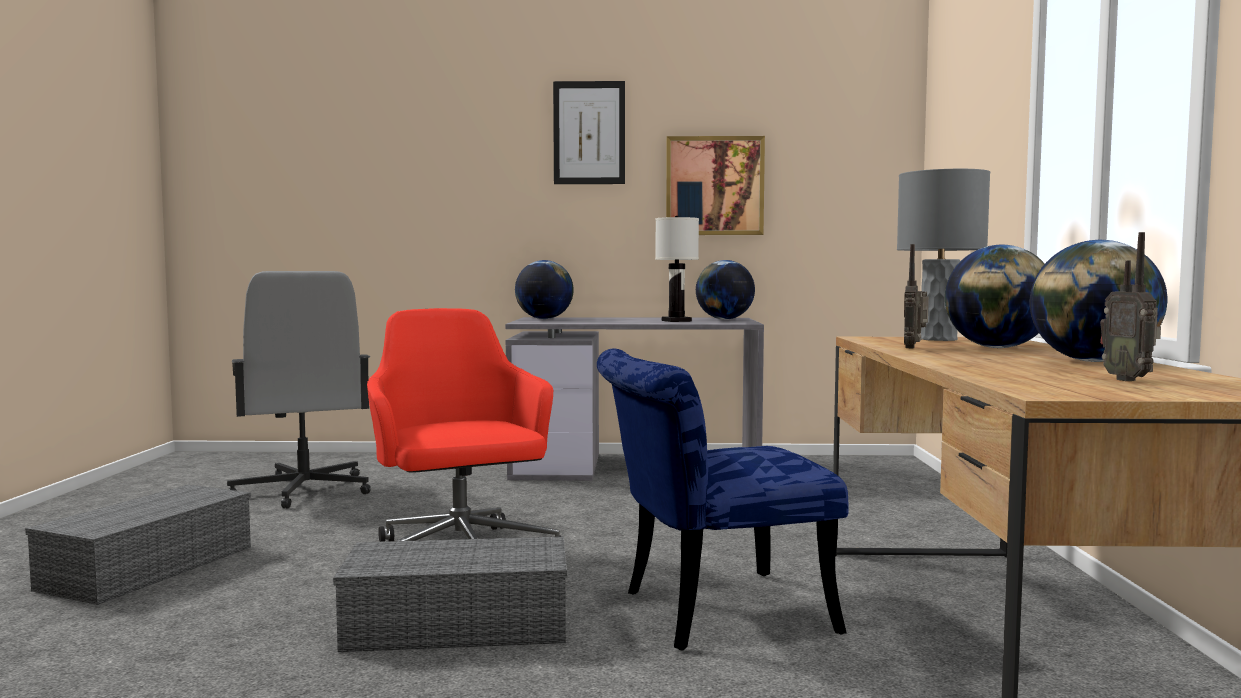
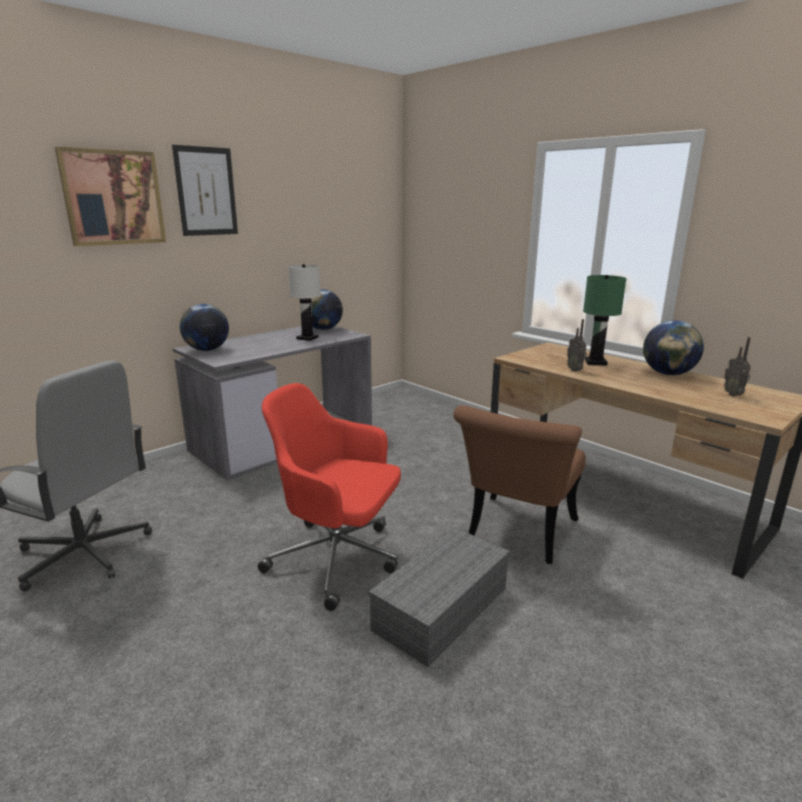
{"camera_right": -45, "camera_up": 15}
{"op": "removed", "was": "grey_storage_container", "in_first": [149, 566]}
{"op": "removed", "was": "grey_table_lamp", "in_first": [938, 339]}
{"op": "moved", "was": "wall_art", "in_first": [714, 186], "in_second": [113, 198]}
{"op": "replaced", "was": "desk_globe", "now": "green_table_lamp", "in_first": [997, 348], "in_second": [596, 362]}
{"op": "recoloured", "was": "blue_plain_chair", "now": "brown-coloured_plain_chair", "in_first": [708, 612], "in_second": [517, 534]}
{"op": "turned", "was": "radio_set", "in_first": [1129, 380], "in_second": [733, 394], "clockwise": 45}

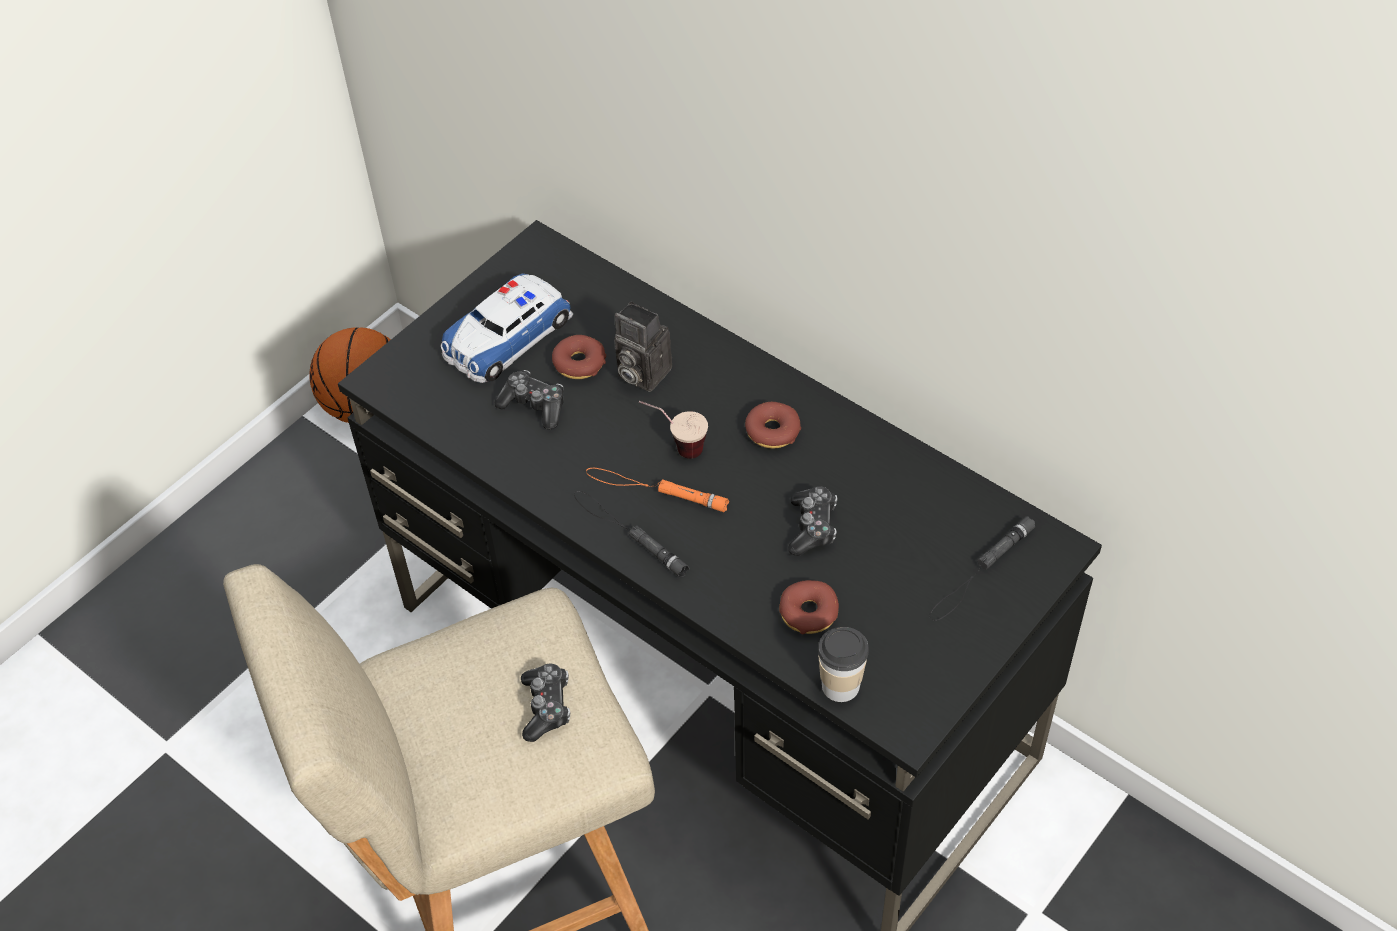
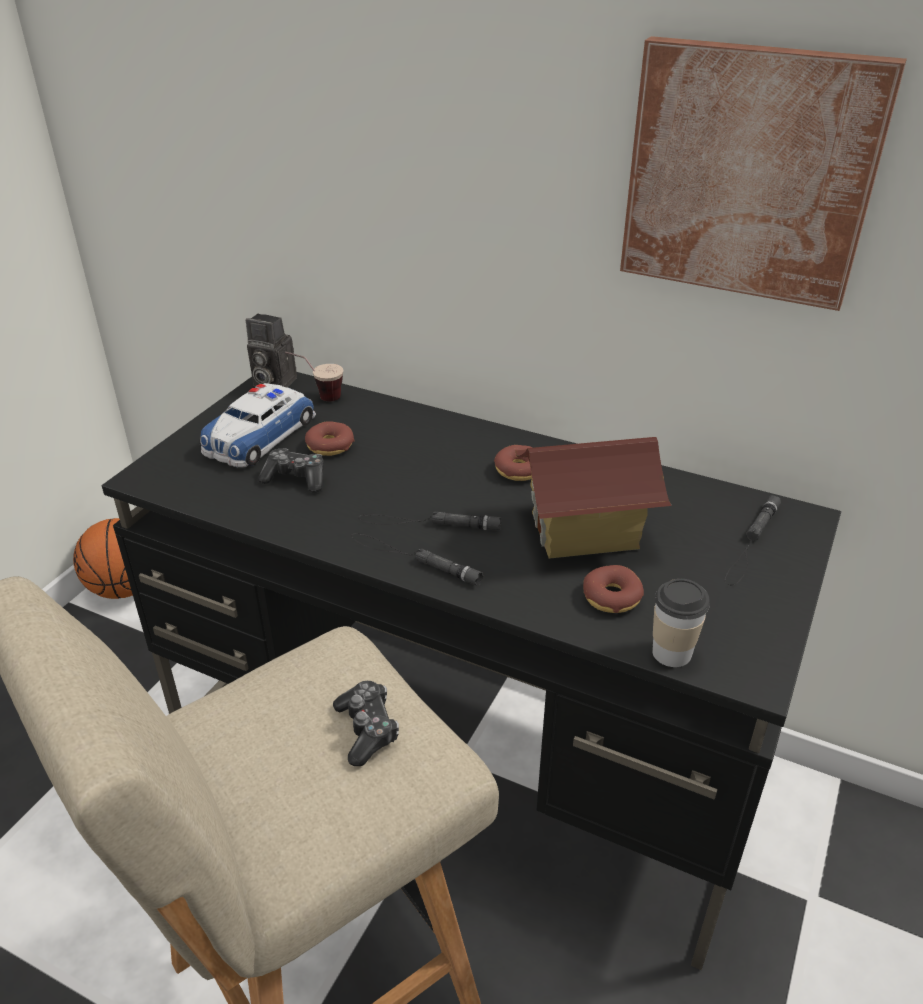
{"camera_right": -15, "camera_up": -15}
{"op": "added", "now": "wall_art", "in_second": [749, 174]}
{"op": "moved", "was": "still_camera", "in_first": [640, 373], "in_second": [271, 383]}
{"op": "moved", "was": "drinking_cup", "in_first": [675, 447], "in_second": [318, 397]}
{"op": "replaced", "was": "joypad", "now": "miniature_house", "in_first": [812, 527], "in_second": [584, 531]}
{"op": "recoloured", "was": "orange_hand_torch", "now": "blackish_hand_torch", "in_first": [656, 490], "in_second": [428, 523]}

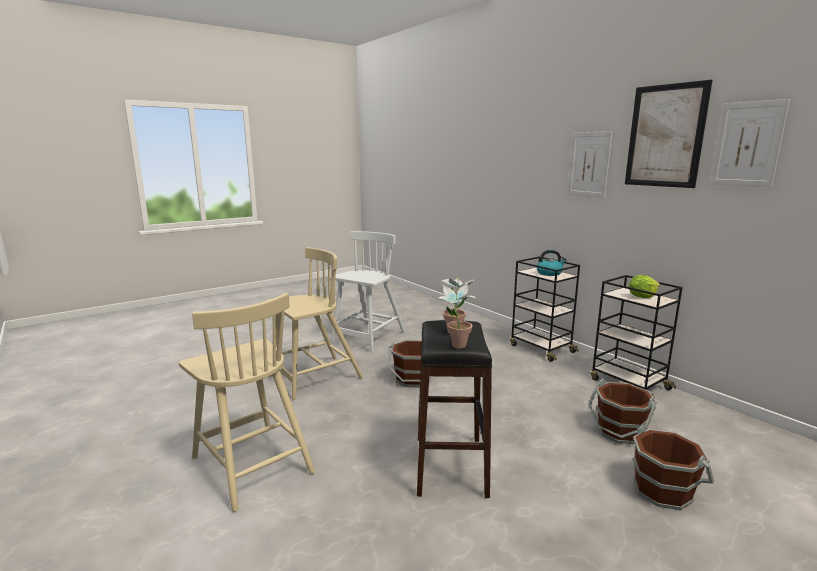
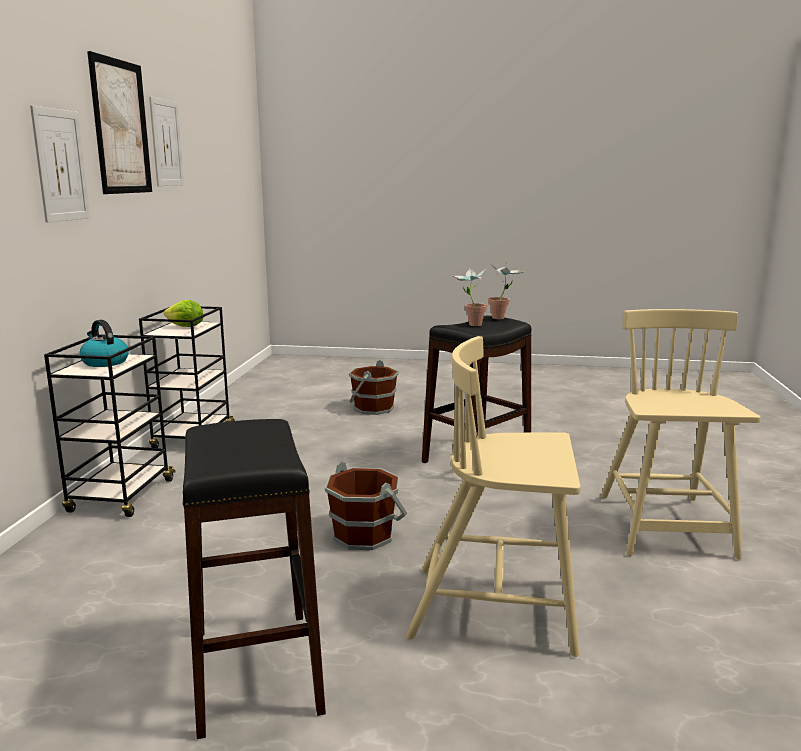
{"camera_right": -135, "camera_up": 0}
{"op": "removed", "was": "brown-coloured_water_bucket", "in_first": [620, 432]}
{"op": "replaced", "was": "whitish_plain_chair", "now": "blackish_stool", "in_first": [368, 337], "in_second": [255, 669]}

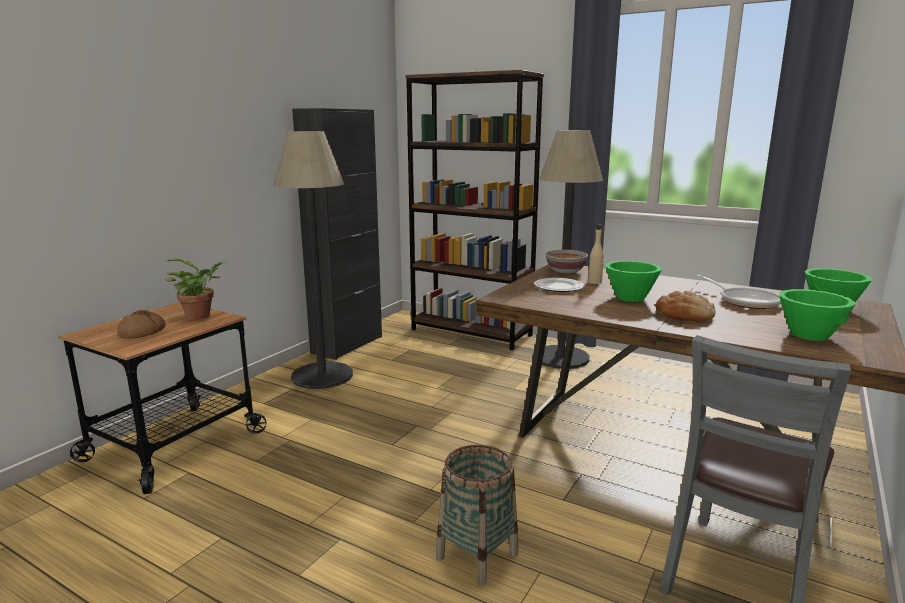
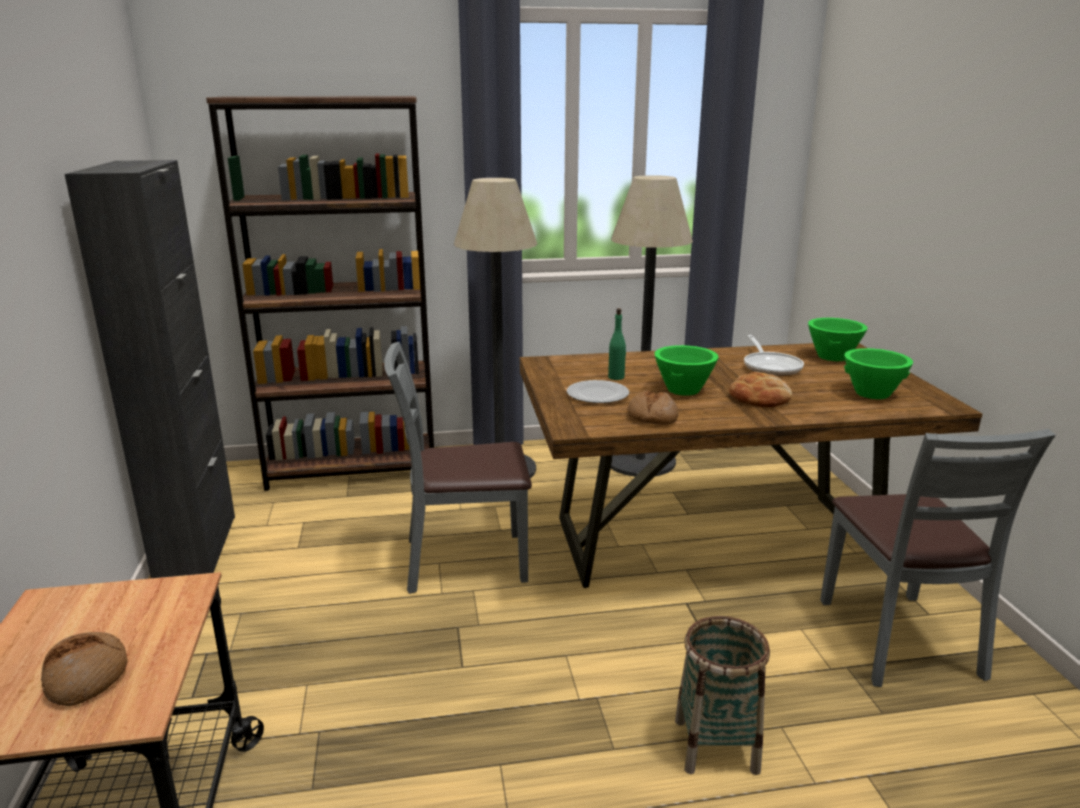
{"camera_right": -40, "camera_up": 5}
{"op": "removed", "was": "potted_plant", "in_first": [201, 316]}
{"op": "removed", "was": "bowl", "in_first": [565, 271]}
{"op": "added", "now": "grey_plain_chair", "in_second": [464, 561]}
{"op": "added", "now": "baked_bread", "in_second": [652, 417]}
{"op": "moved", "was": "floor_lamp", "in_first": [322, 376], "in_second": [640, 461]}
{"op": "recoloured", "was": "beige_bottle", "now": "green_bottle", "in_first": [595, 282], "in_second": [616, 377]}
{"op": "turned", "was": "skillet", "in_first": [745, 301], "in_second": [771, 367], "clockwise": 60}

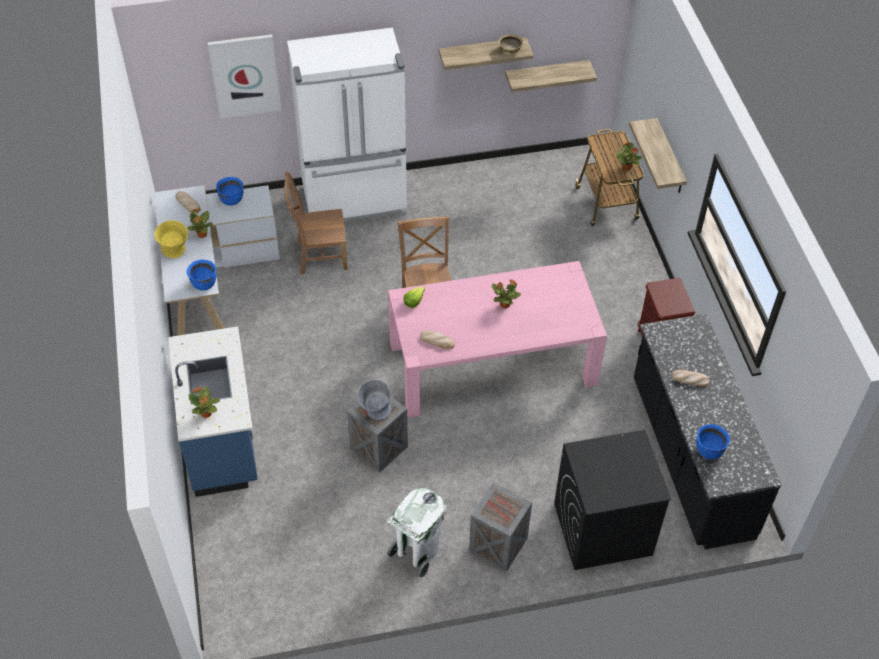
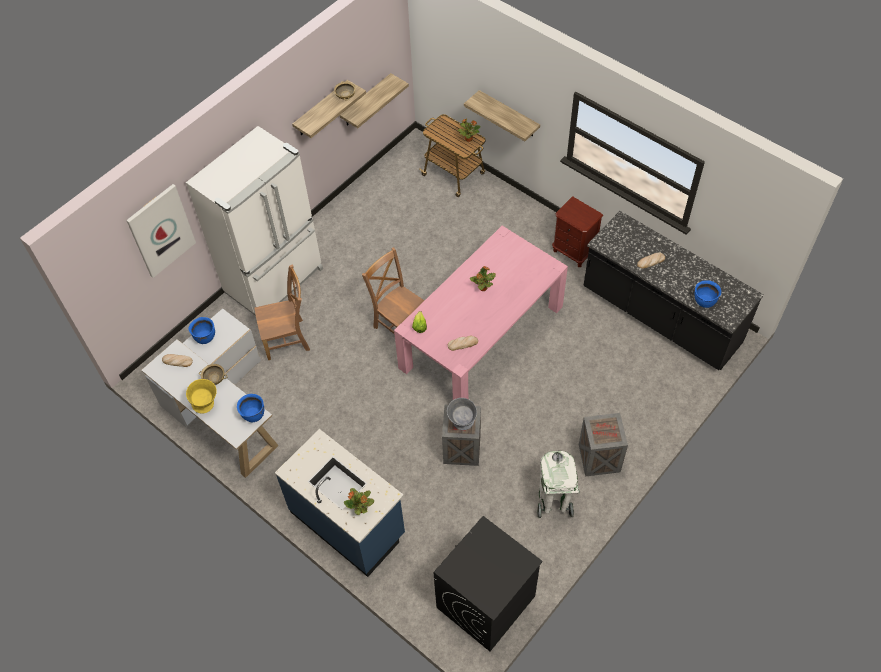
{"camera_right": -35, "camera_up": 5}
{"op": "moved", "was": "blackish_laundry_machine", "in_first": [602, 529], "in_second": [485, 602]}
{"op": "replaced", "was": "potted_plant", "now": "beige_bowl", "in_first": [202, 235], "in_second": [214, 378]}
{"op": "turned", "was": "brown-coloured_plain_chair", "in_first": [319, 256], "in_second": [288, 339], "clockwise": -150}

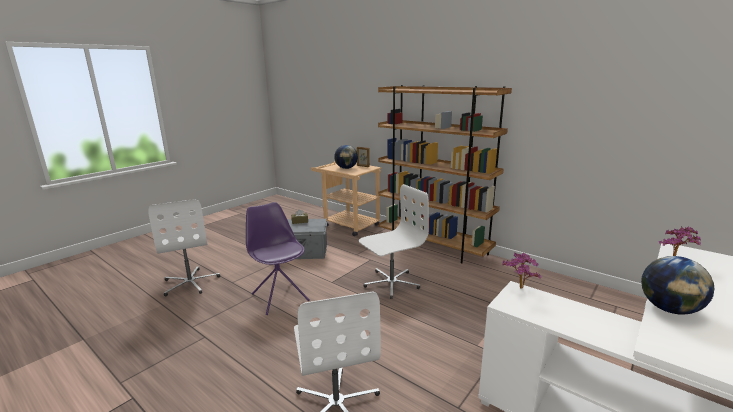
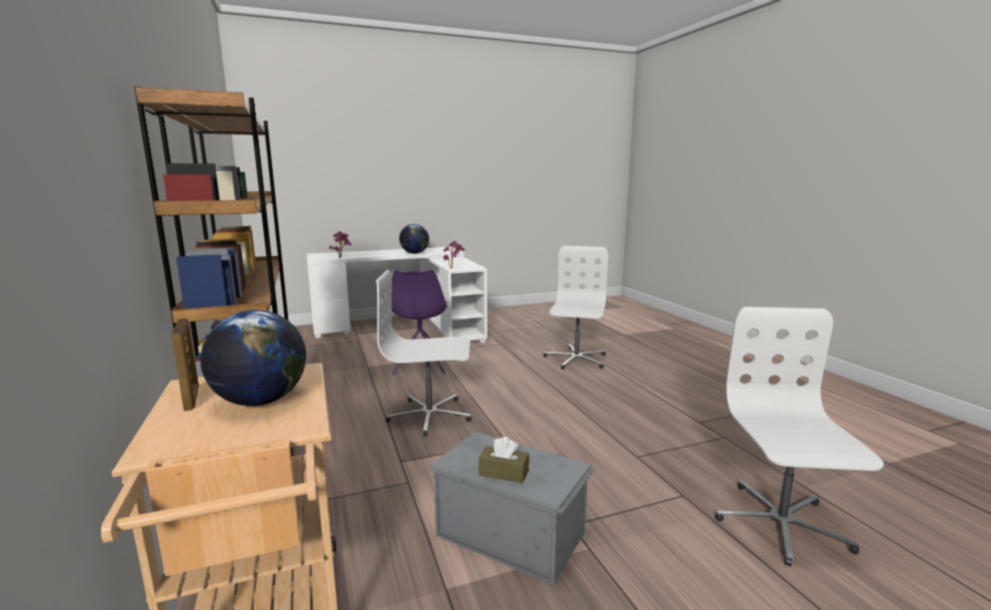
{"camera_right": -150, "camera_up": -5}
{"op": "moved", "was": "purplish_plain_chair", "in_first": [280, 297], "in_second": [420, 365]}

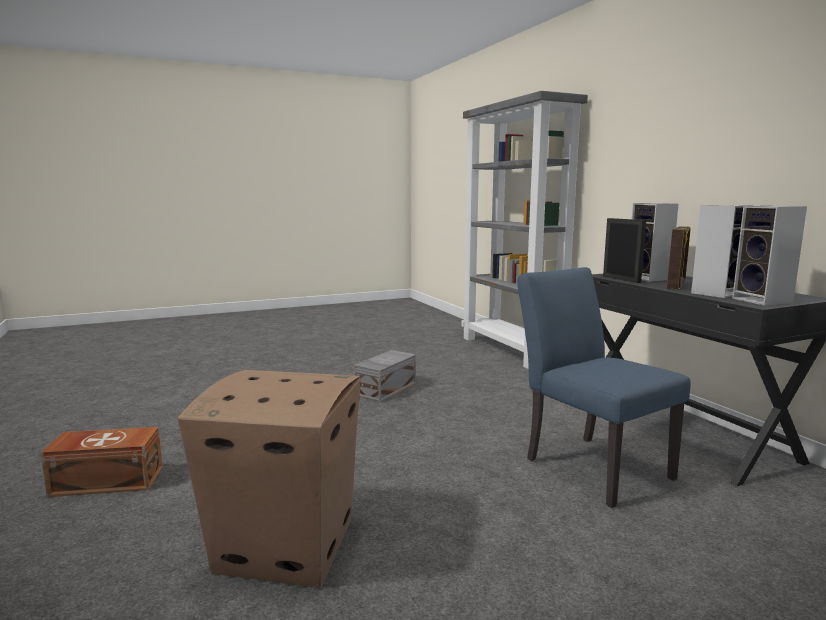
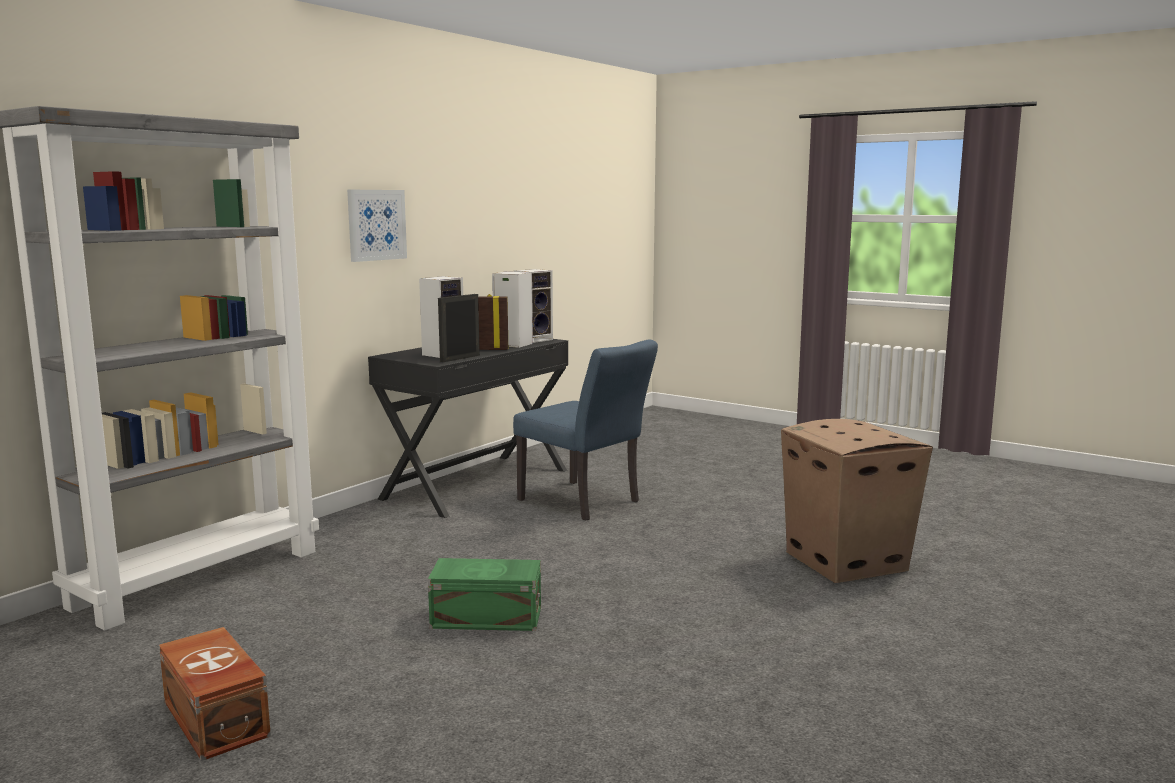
{"camera_right": -120, "camera_up": 0}
{"op": "added", "now": "wall_art", "in_second": [376, 225]}
{"op": "moved", "was": "brown-coloured_storage_container", "in_first": [106, 480], "in_second": [214, 720]}
{"op": "recoloured", "was": "grey_storage_container", "now": "green_storage_container", "in_first": [384, 389], "in_second": [488, 618]}
{"op": "turned", "was": "blue_plain_chair", "in_first": [589, 464], "in_second": [585, 502], "clockwise": -75}

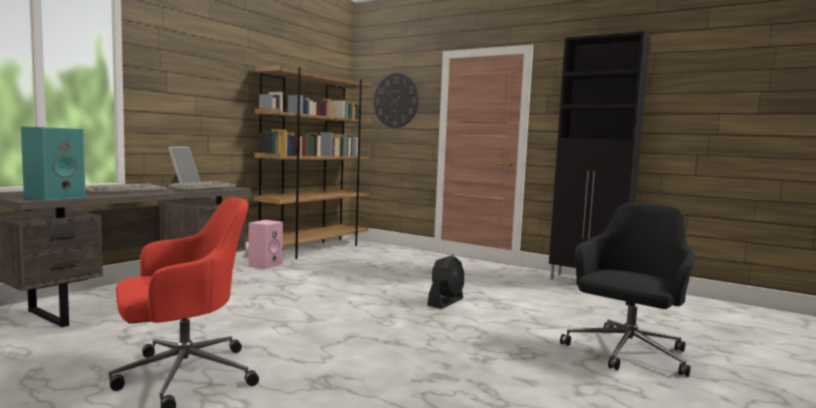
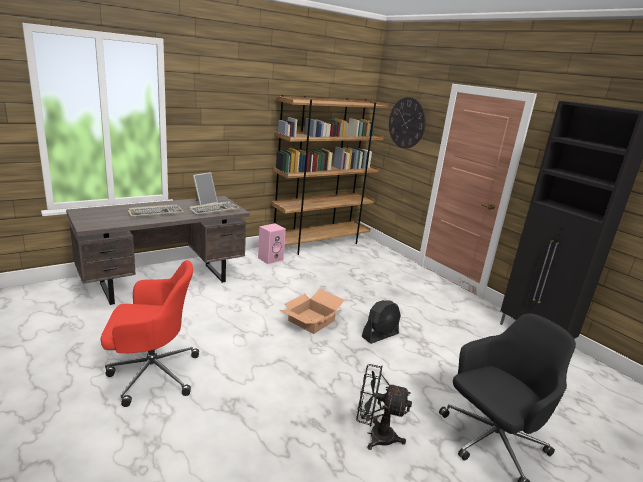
{"camera_right": 20, "camera_up": 15}
{"op": "removed", "was": "blue-green_loudspeaker", "in_first": [55, 197]}
{"op": "added", "now": "packing_box", "in_second": [311, 321]}
{"op": "added", "now": "blackish_cooling_fan", "in_second": [375, 435]}

